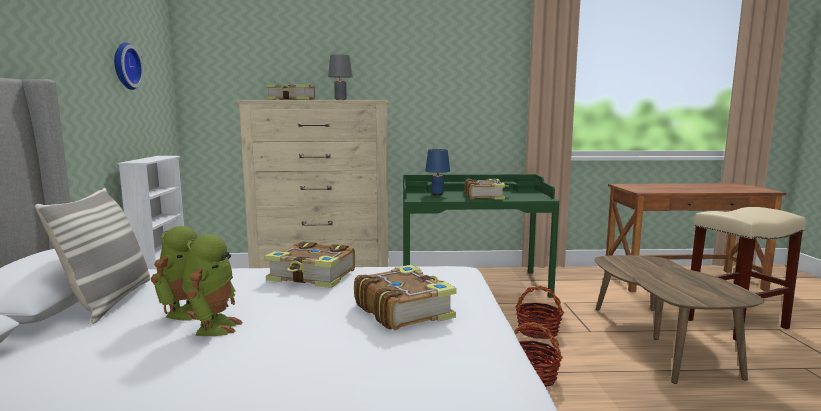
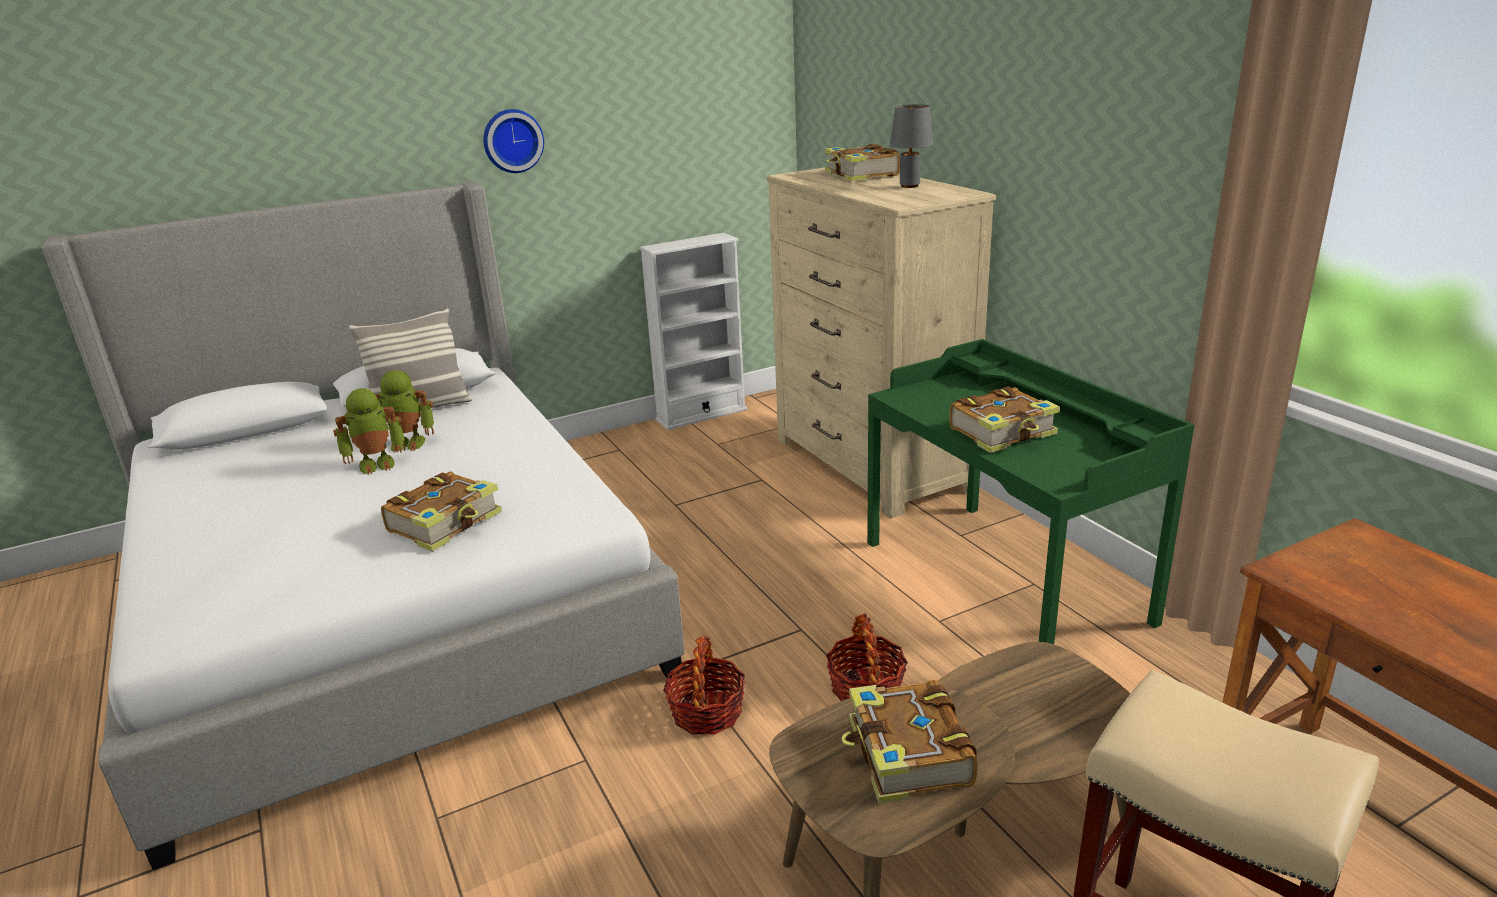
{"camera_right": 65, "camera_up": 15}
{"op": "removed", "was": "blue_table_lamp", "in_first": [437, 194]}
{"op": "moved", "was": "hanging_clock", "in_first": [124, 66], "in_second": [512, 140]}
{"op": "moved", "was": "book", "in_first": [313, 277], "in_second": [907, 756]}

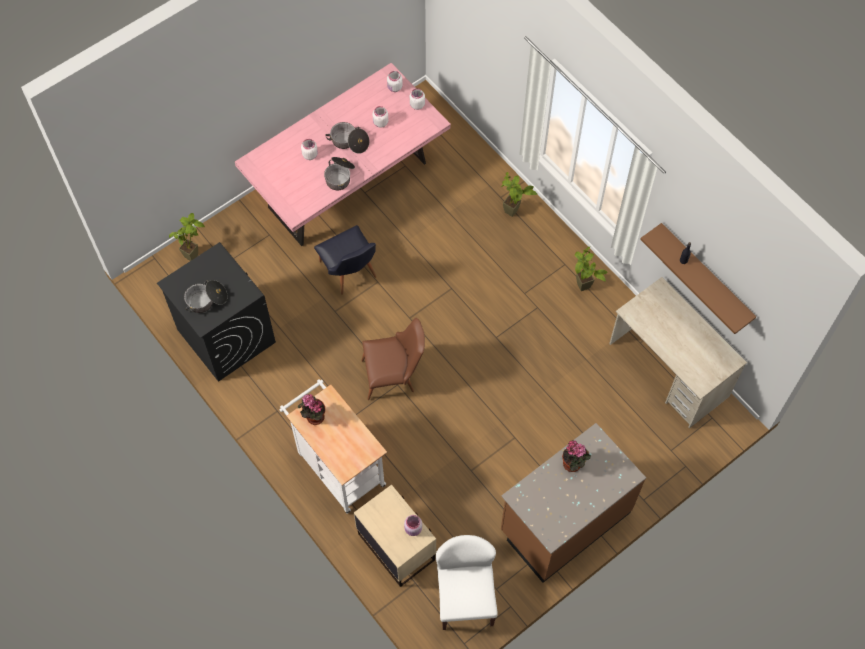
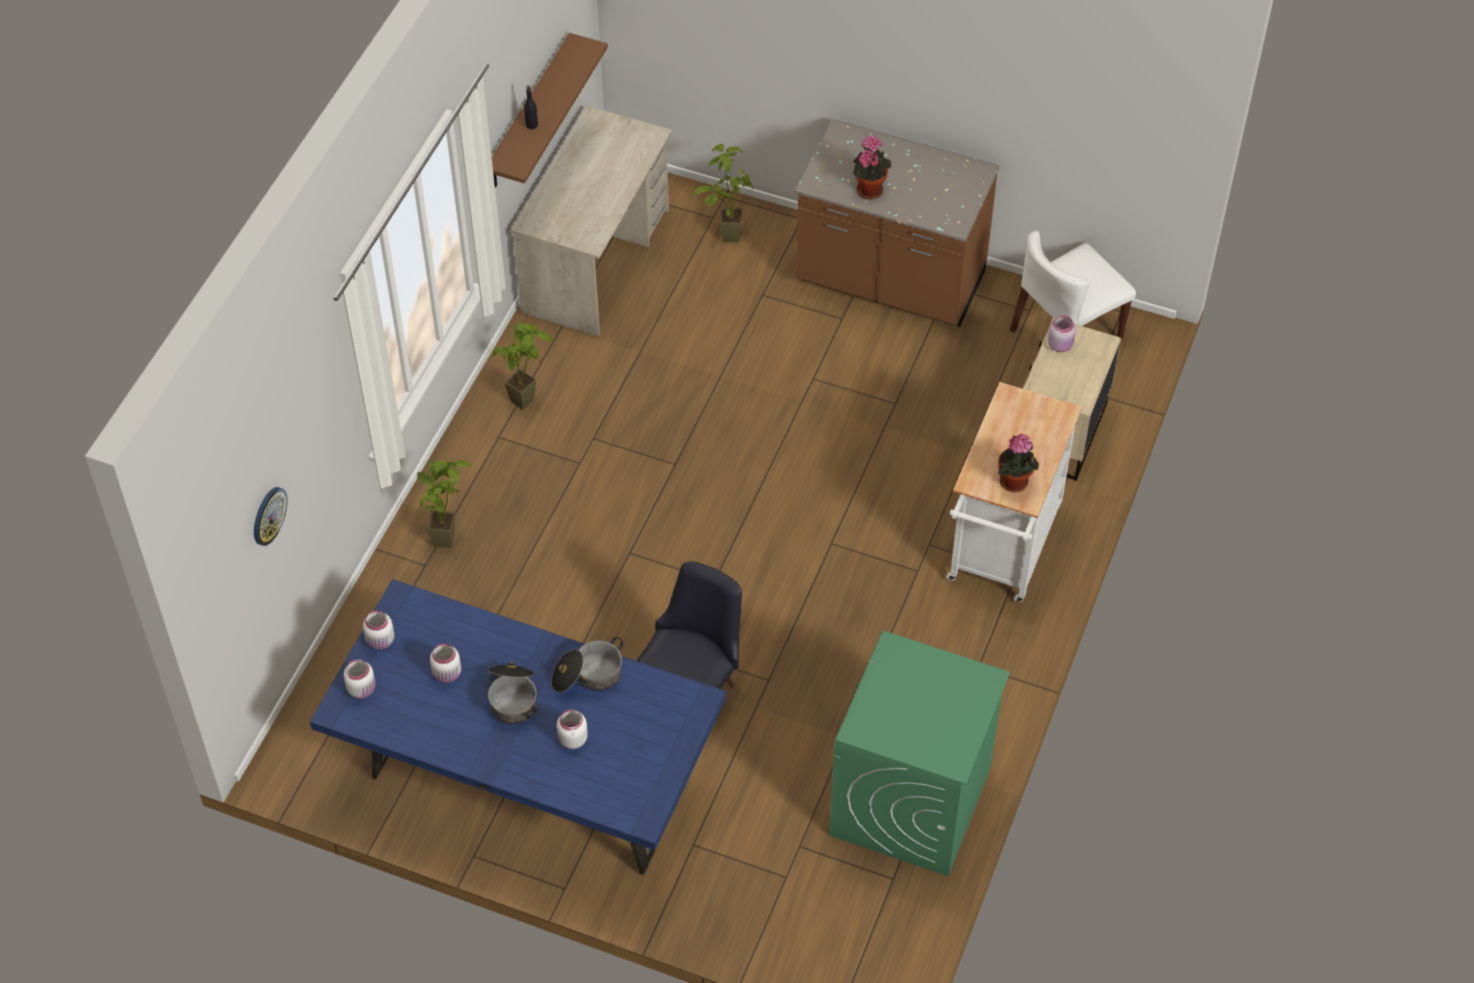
{"camera_right": -120, "camera_up": -10}
{"op": "removed", "was": "stockpot", "in_first": [206, 300]}
{"op": "removed", "was": "brown-coloured_plain_chair", "in_first": [394, 376]}
{"op": "added", "now": "hanging_clock", "in_second": [268, 515]}
{"op": "moved", "was": "potted_plant", "in_first": [195, 253], "in_second": [723, 234]}
{"op": "recoloured", "was": "blackish_laundry_machine", "now": "green_laundry_machine", "in_first": [225, 335], "in_second": [910, 802]}
{"op": "recoloured", "was": "pinkish_dinner_table", "now": "blue_dinner_table", "in_first": [348, 185], "in_second": [527, 782]}

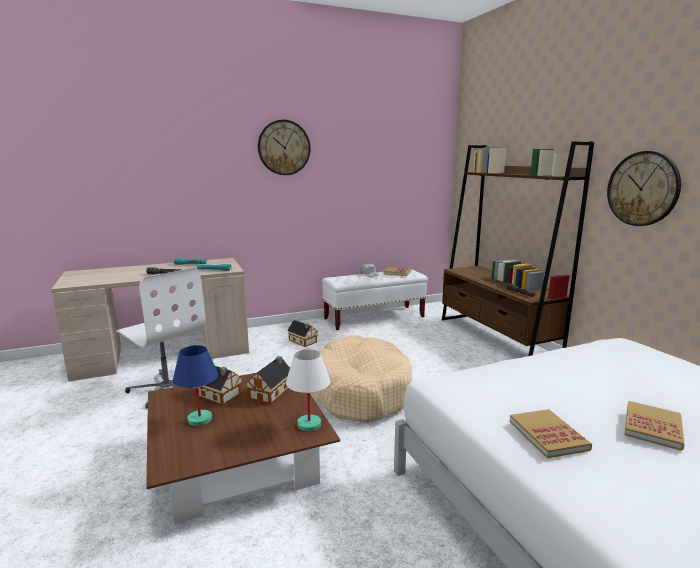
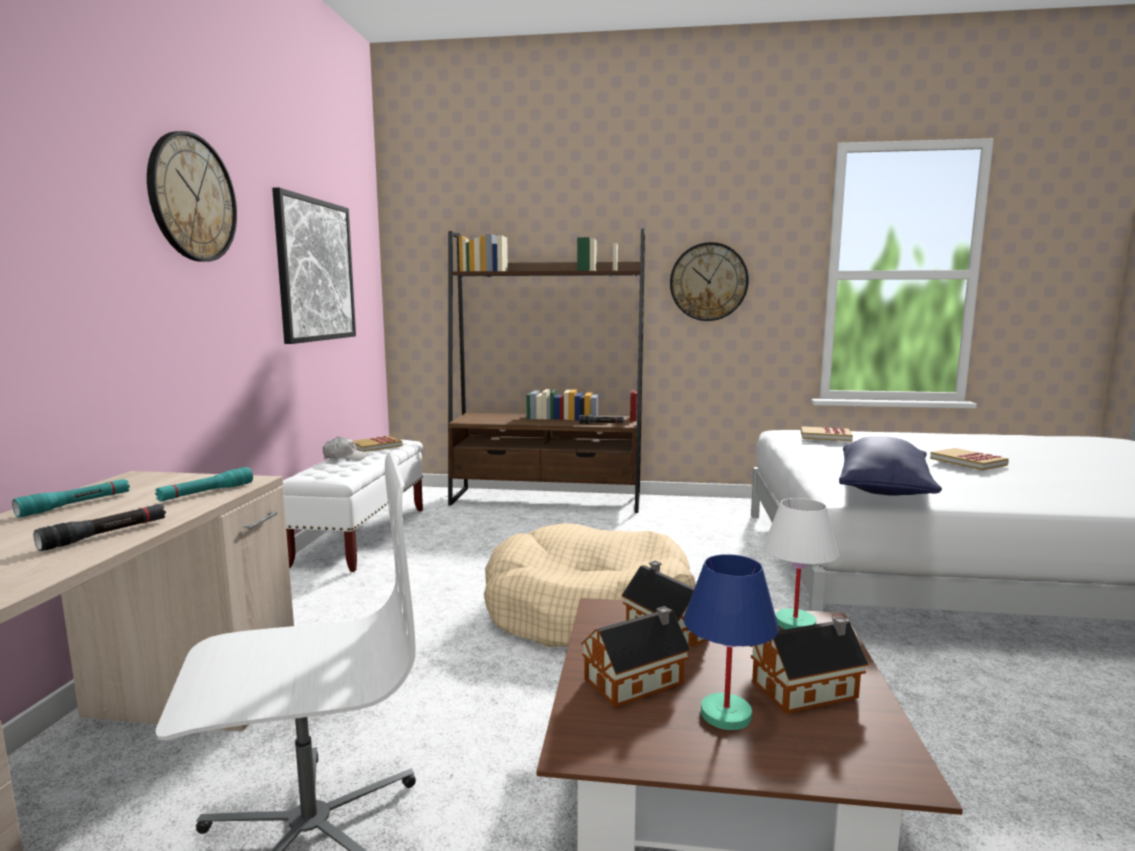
{"camera_right": -60, "camera_up": -5}
{"op": "added", "now": "wall_art", "in_second": [315, 270]}
{"op": "added", "now": "blue_pillow", "in_second": [884, 489]}
{"op": "moved", "was": "miniature_house", "in_first": [303, 341], "in_second": [808, 689]}
{"op": "moved", "was": "book", "in_first": [548, 435], "in_second": [825, 436]}

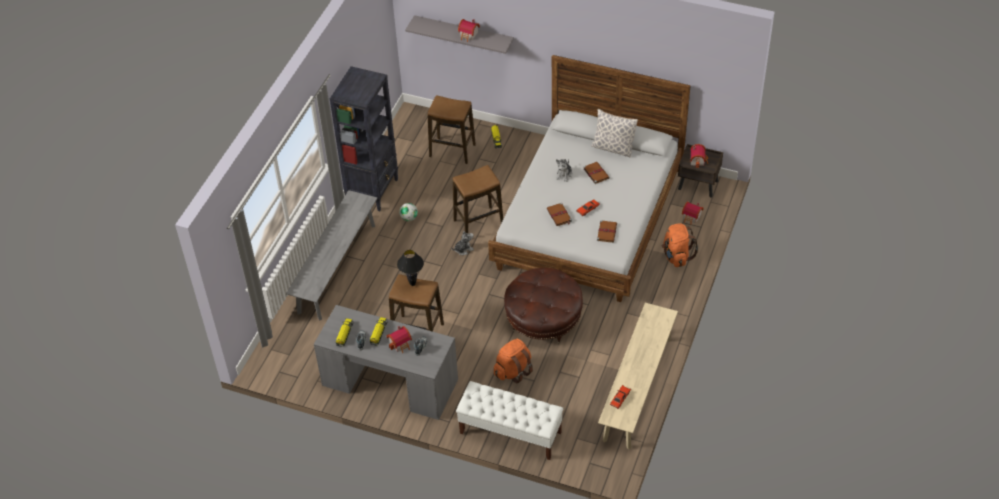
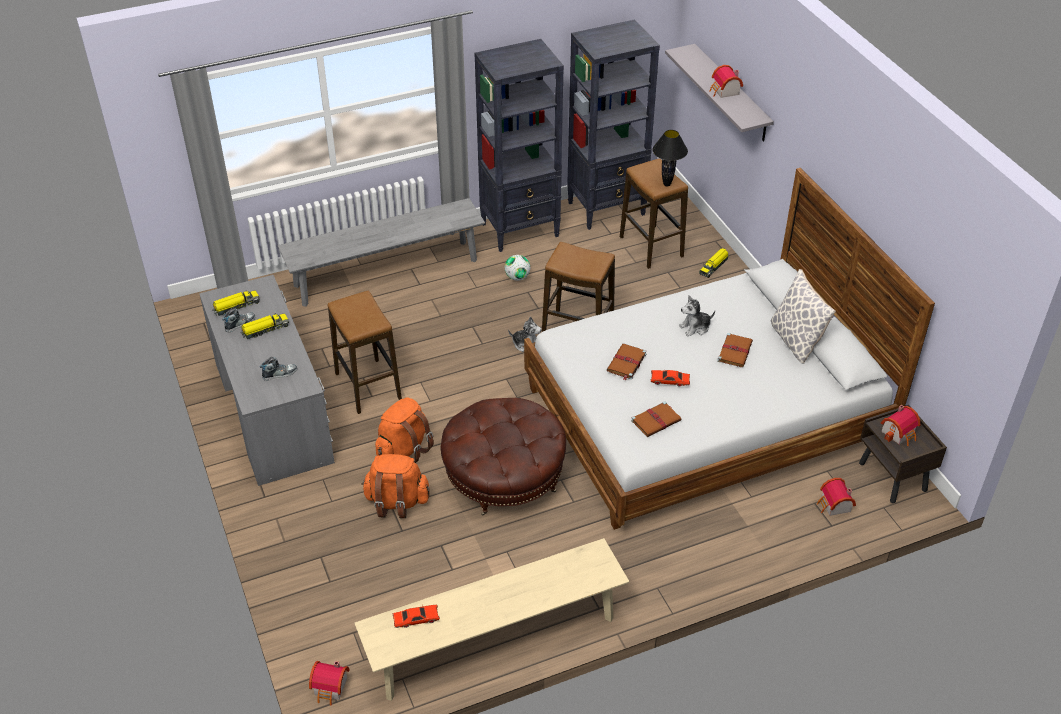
{"camera_right": 45, "camera_up": -5}
{"op": "removed", "was": "whitish_bench", "in_first": [510, 432]}
{"op": "added", "now": "blackish_bookcase", "in_second": [607, 208]}
{"op": "moved", "was": "miniature_house", "in_first": [401, 344], "in_second": [331, 688]}
{"op": "moved", "was": "blackish_table_lamp", "in_first": [412, 284], "in_second": [666, 184]}
{"op": "moved", "was": "orange_backpack", "in_first": [676, 256], "in_second": [404, 449]}

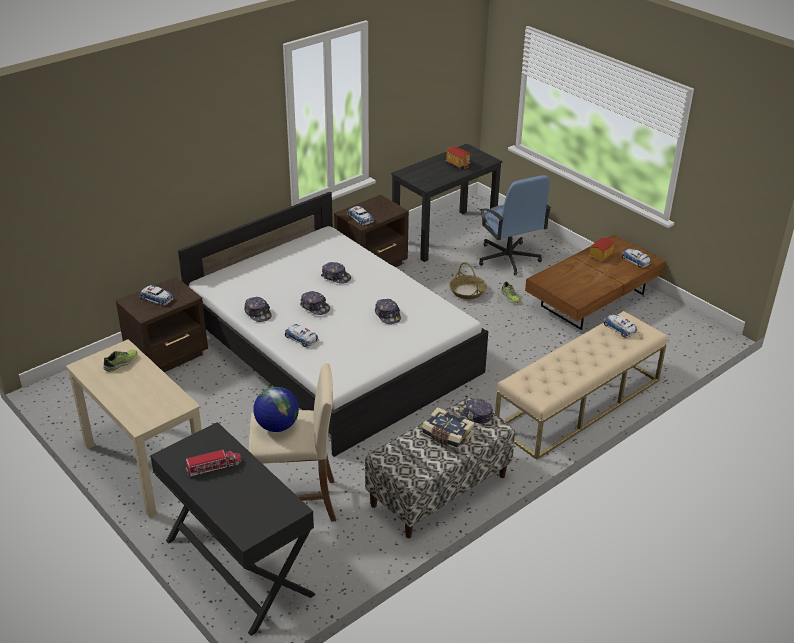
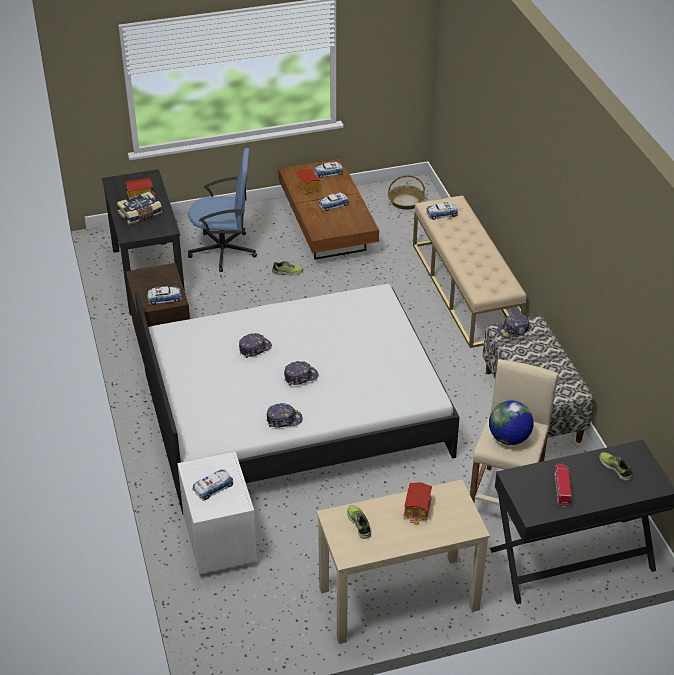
{"camera_right": -65, "camera_up": 5}
{"op": "removed", "was": "cap", "in_first": [388, 315]}
{"op": "added", "now": "miniature_house", "in_second": [418, 509]}
{"op": "added", "now": "item_of_footwear", "in_second": [615, 468]}
{"op": "moved", "was": "miniature_car", "in_first": [301, 338], "in_second": [333, 204]}
{"op": "moved", "was": "book", "in_first": [447, 436], "in_second": [140, 214]}
{"op": "moved", "was": "basket", "in_first": [467, 291], "in_second": [406, 201]}
{"op": "recoloured", "was": "brown-coloured_night_table", "now": "whitish_night_table", "in_first": [169, 356], "in_second": [221, 541]}

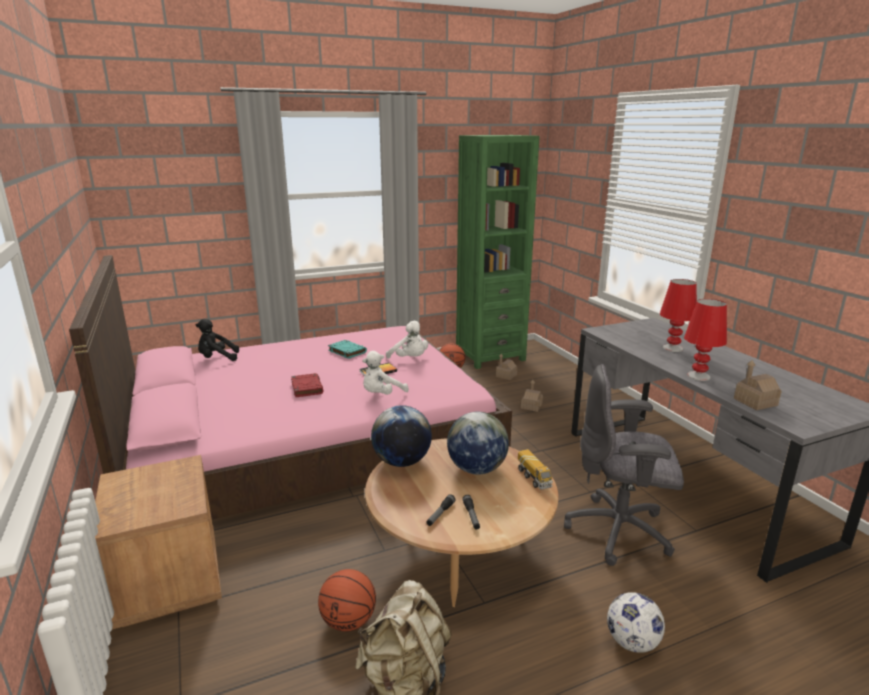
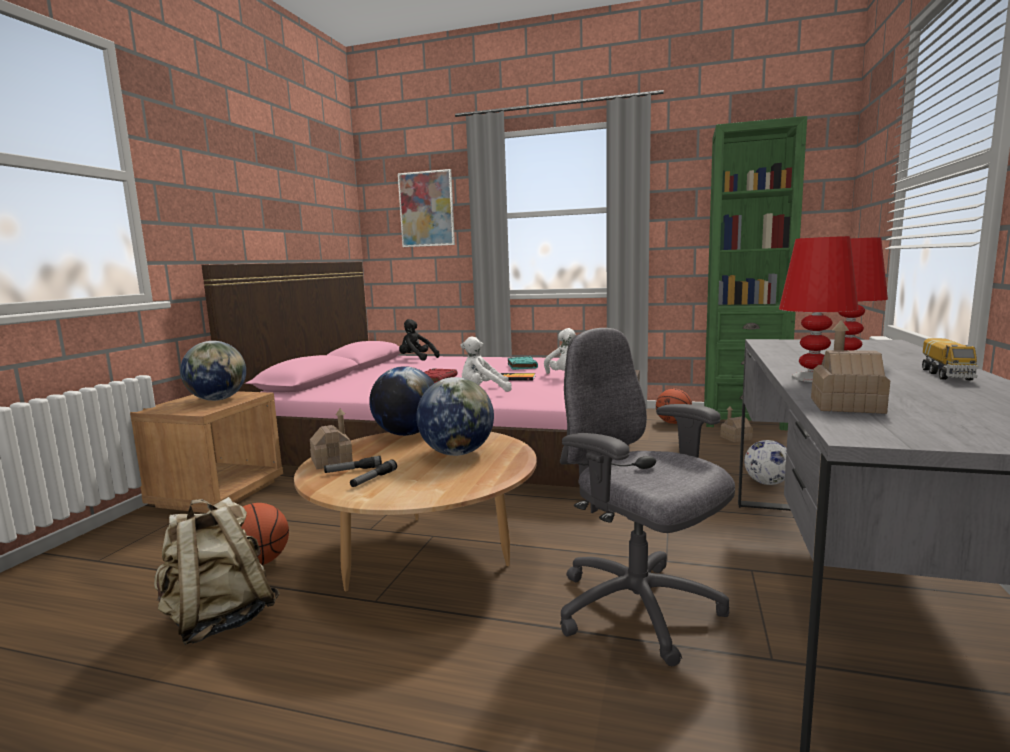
{"camera_right": 40, "camera_up": -10}
{"op": "added", "now": "desk_globe", "in_second": [218, 399]}
{"op": "added", "now": "wall_art", "in_second": [426, 209]}
{"op": "moved", "was": "toy_lorry", "in_first": [534, 478], "in_second": [947, 375]}
{"op": "moved", "was": "miniature_house", "in_first": [531, 406], "in_second": [332, 461]}
{"op": "moved", "was": "football_ball", "in_first": [631, 642], "in_second": [766, 483]}

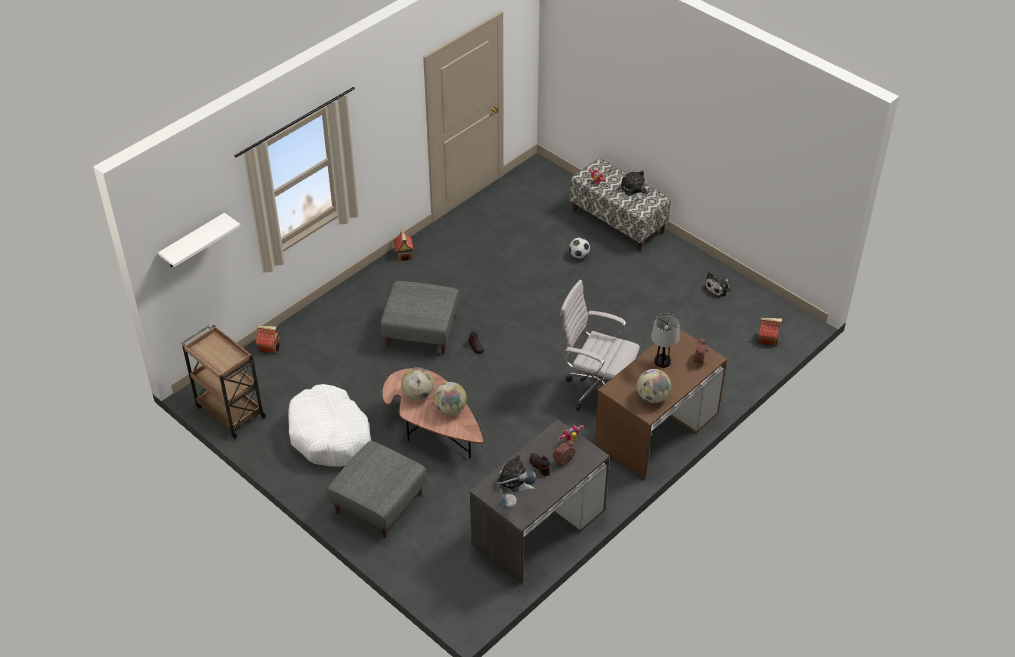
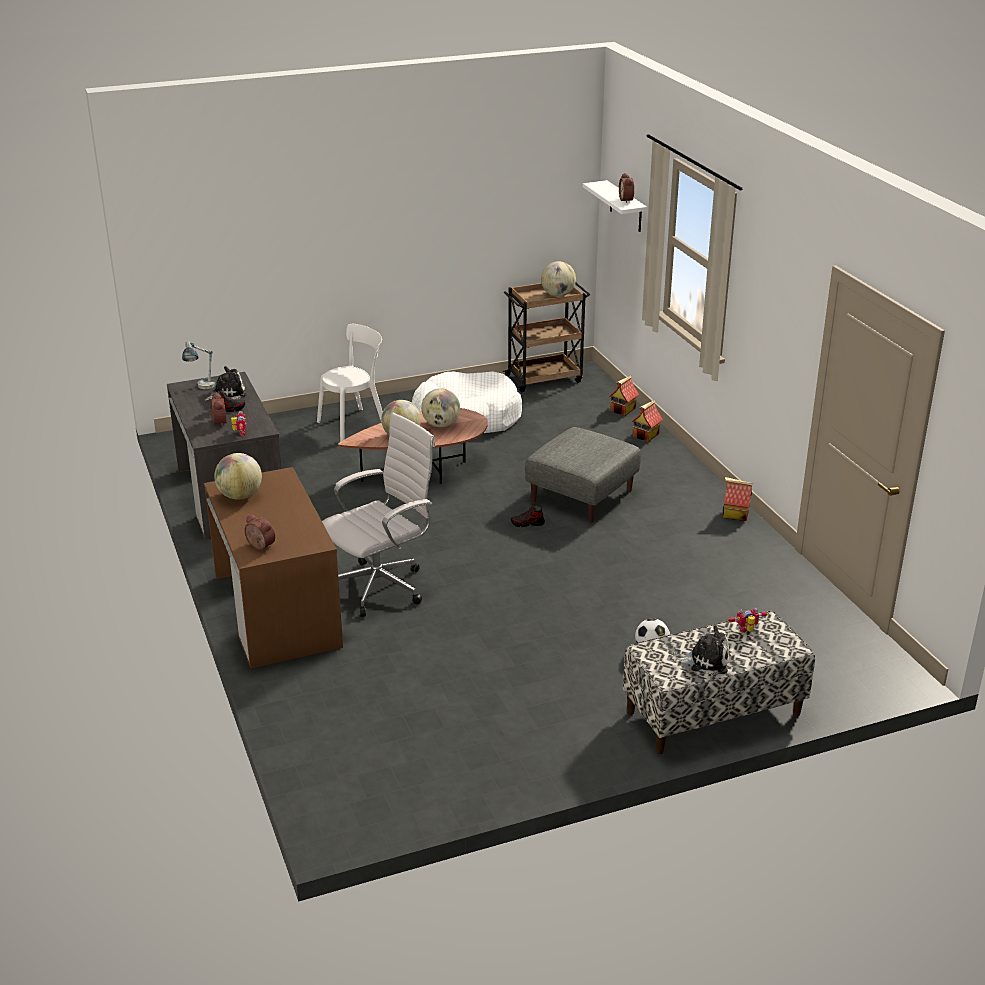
{"camera_right": 115, "camera_up": -15}
{"op": "removed", "was": "table_lamp", "in_first": [662, 362]}
{"op": "removed", "was": "soft_toy", "in_first": [718, 288]}
{"op": "added", "now": "desk_globe", "in_second": [558, 295]}
{"op": "added", "now": "bedside_clock", "in_second": [627, 200]}
{"op": "moved", "was": "miniature_house", "in_first": [767, 339], "in_second": [646, 435]}
{"op": "replaced", "was": "grey_footrest", "now": "whitish_plain_chair", "in_first": [378, 502], "in_second": [355, 424]}

